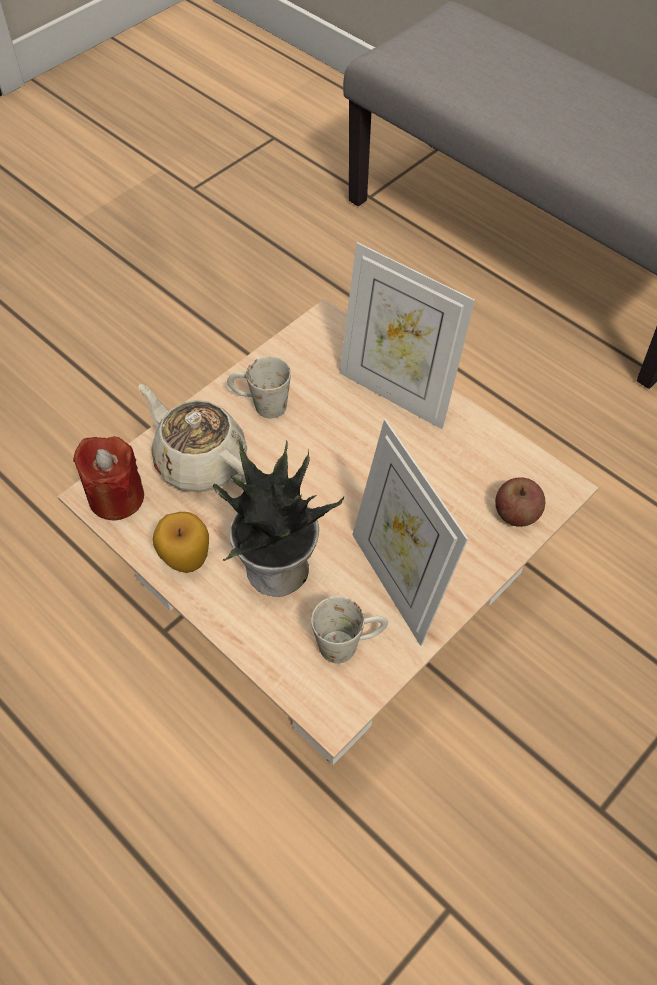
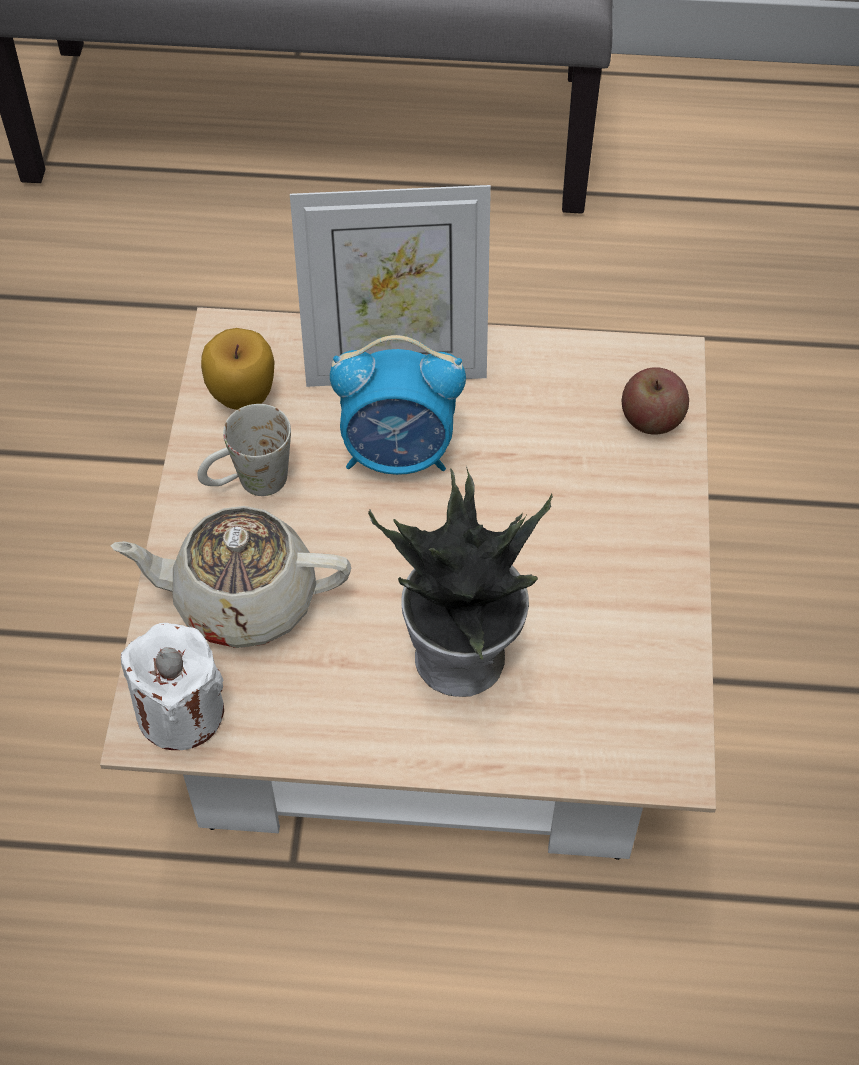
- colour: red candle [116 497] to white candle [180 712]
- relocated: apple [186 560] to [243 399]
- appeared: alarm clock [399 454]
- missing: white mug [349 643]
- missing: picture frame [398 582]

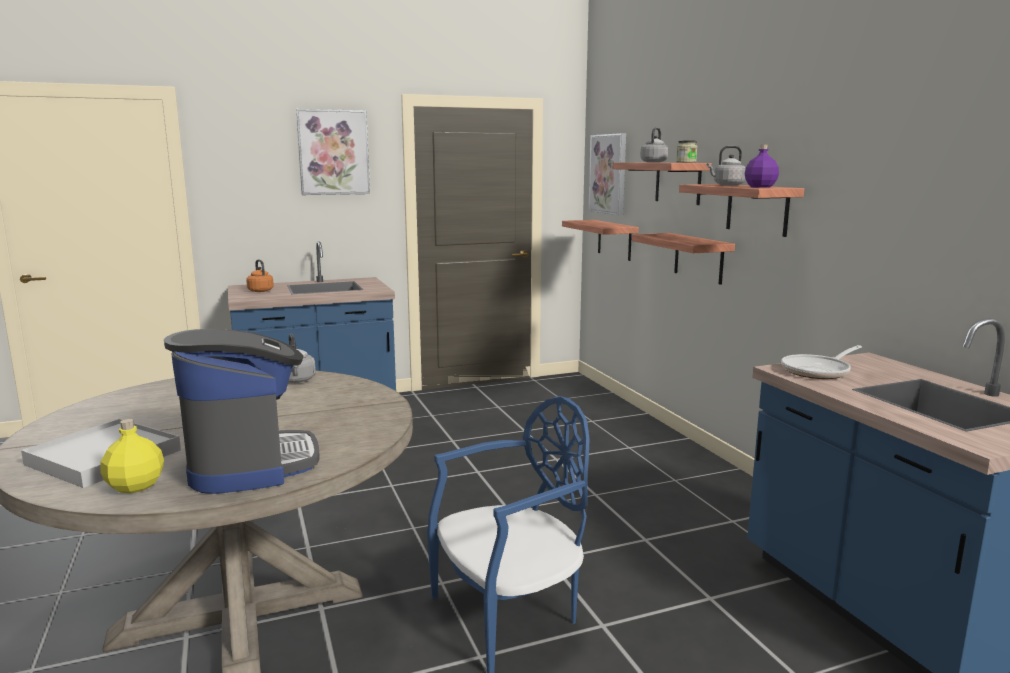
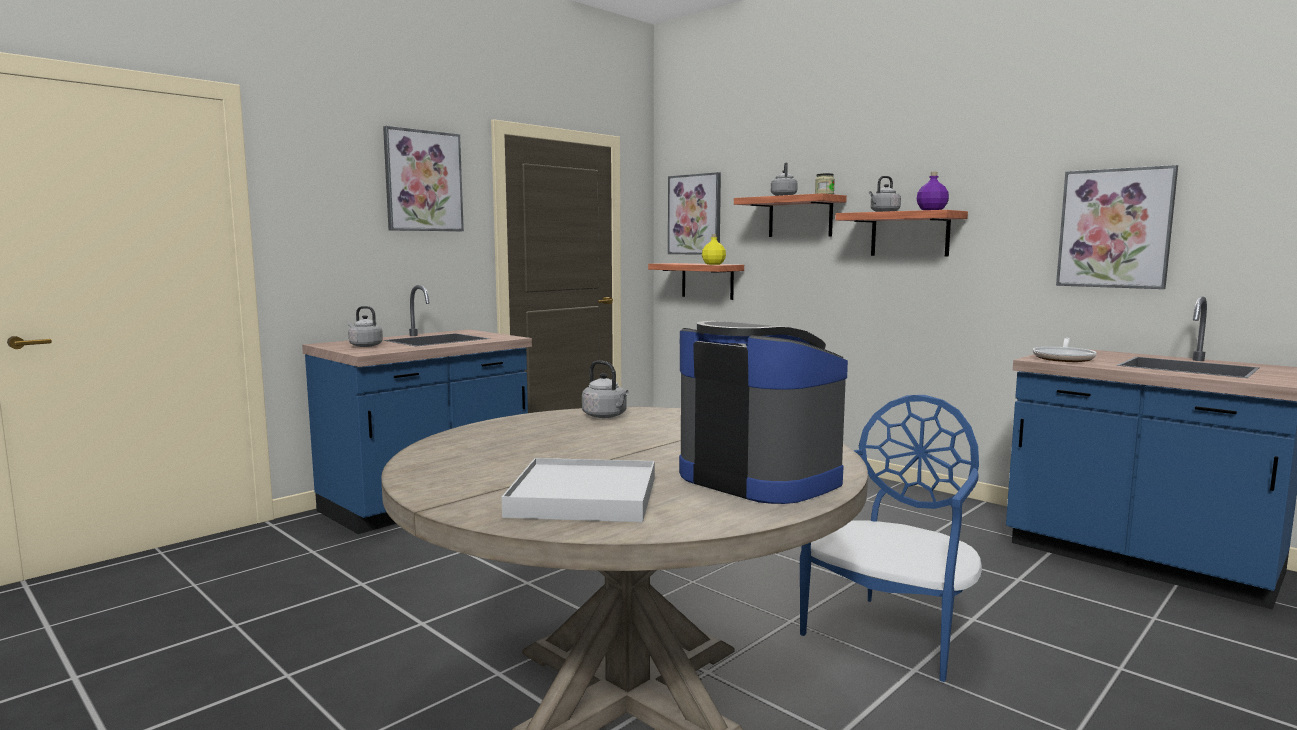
- colour: orange kettle [260 290] to grey kettle [364 345]
- relocated: yellow bottle [136 486] to [713 264]
- appeared: picture [1115 228]
- missing: shelf [698 258]

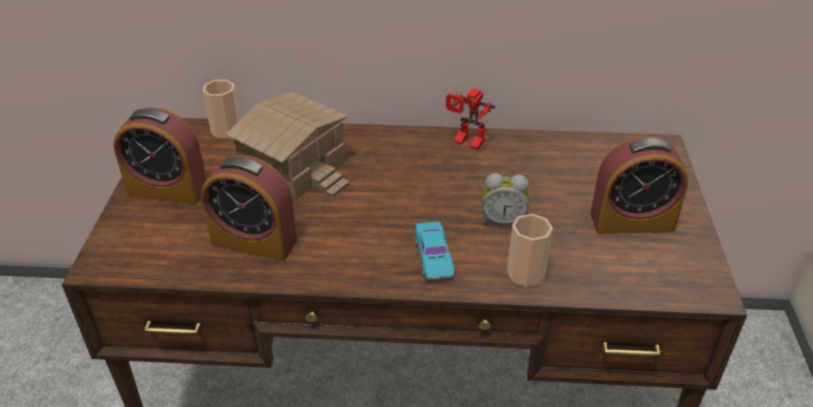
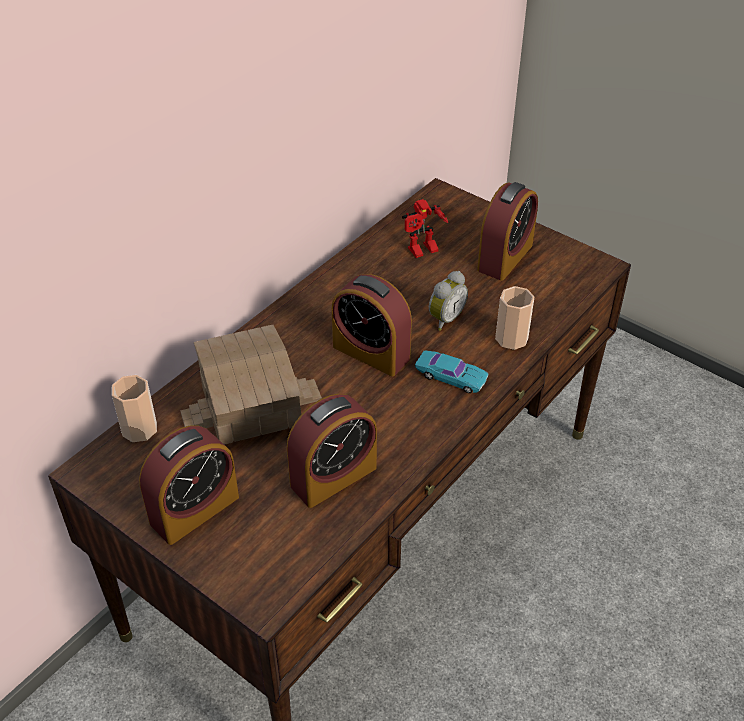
- appeared: alarm clock [371 352]
- relocated: toy robot [466 143] to [423 252]

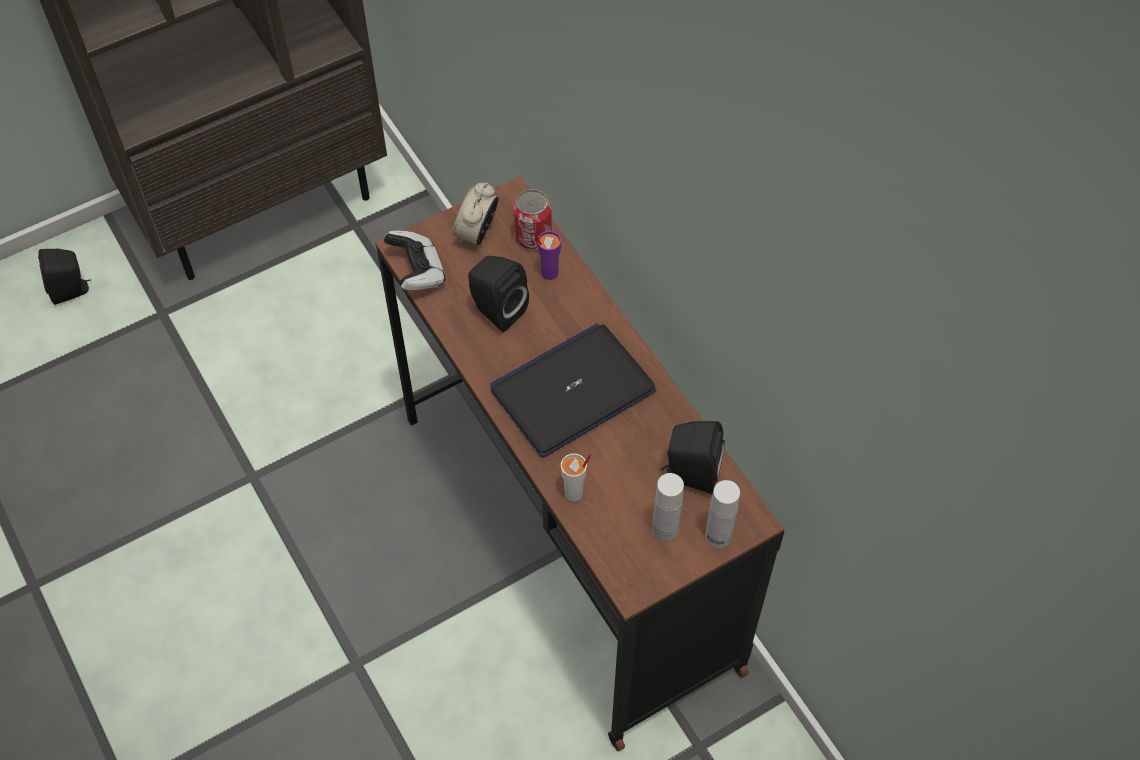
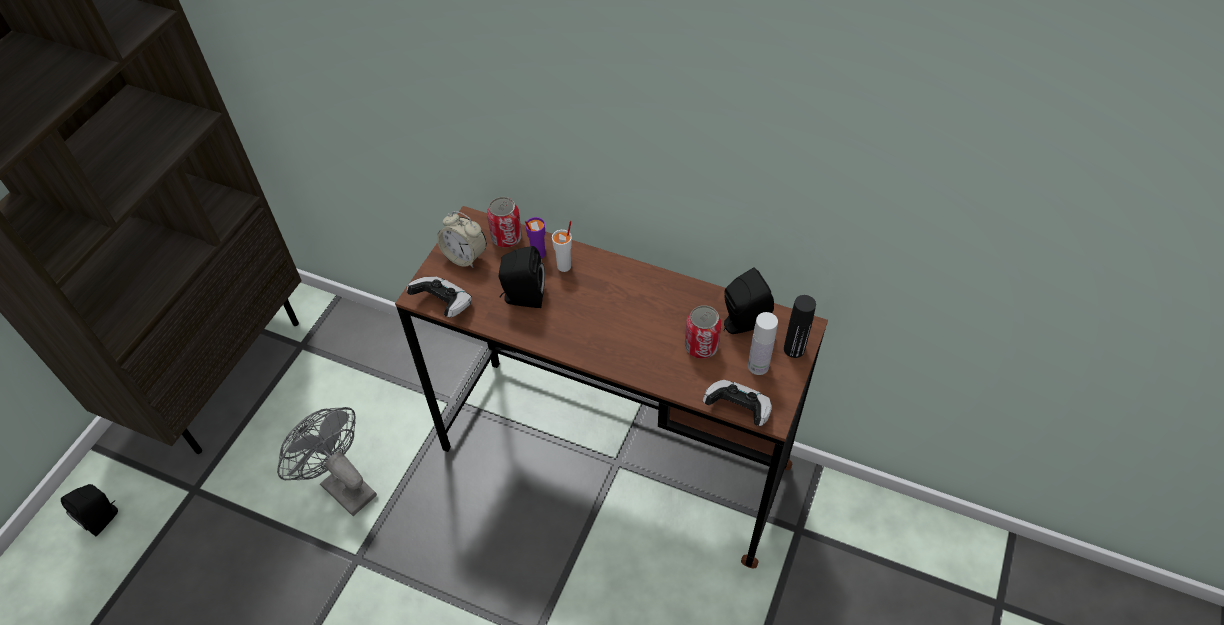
- appeared: grey fan [342 485]
- spun: alarm clock [477 233] = [465 256] 45 degrees counterclockwise
- relocated: white cup [574 493] to [564 266]
- appeared: can [701 346]
- appeared: game controller [737 410]
- colour: white bottle [718 536] to black bottle [794 349]
- missing: laptop [573 390]

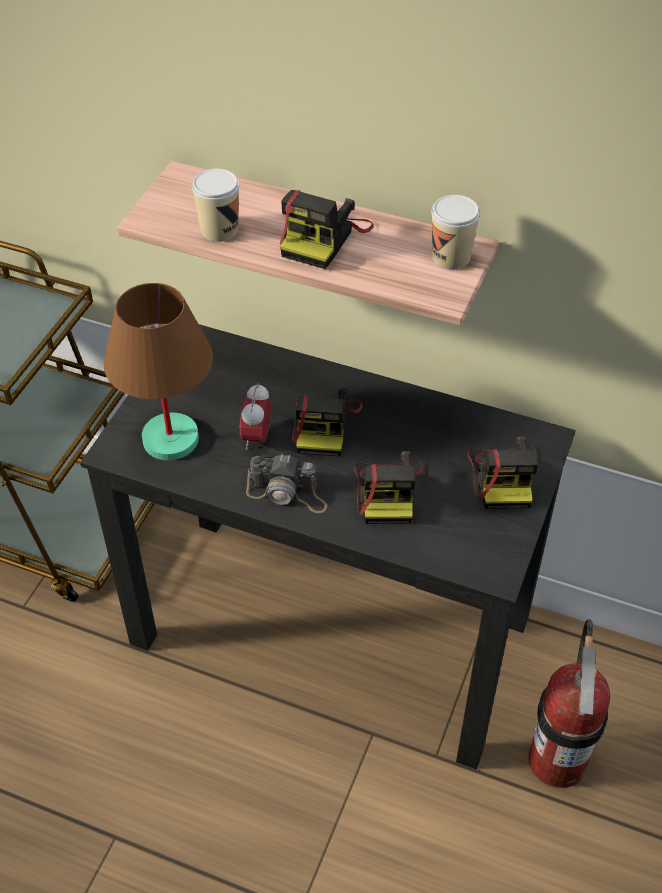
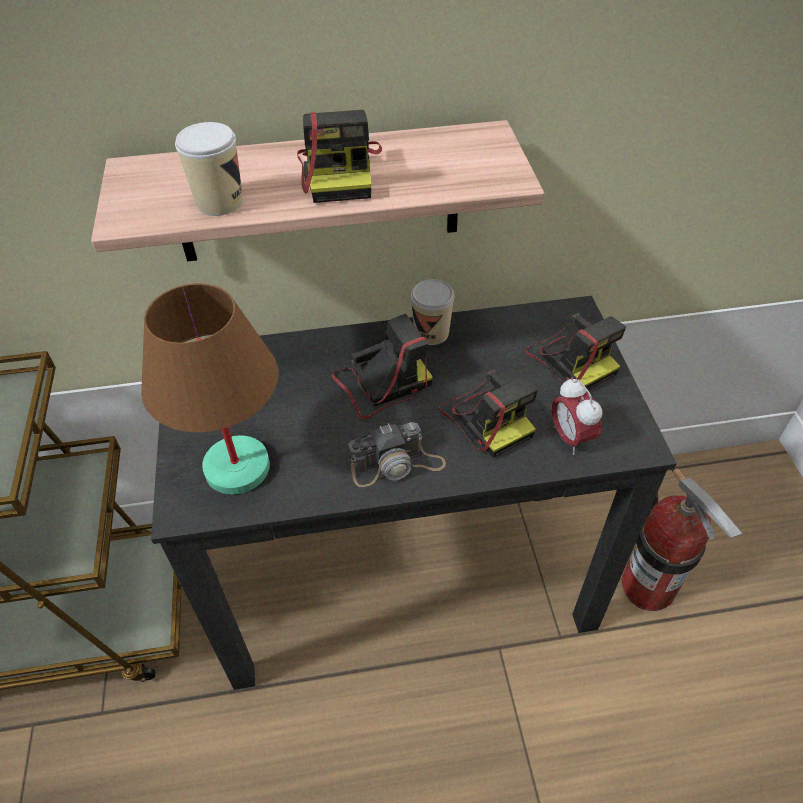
- spun: photo camera [324 425] = [381 385] 90 degrees counterclockwise
- relocated: cup [451 256] to [431 333]
- relocated: alarm clock [257 438] to [570 438]

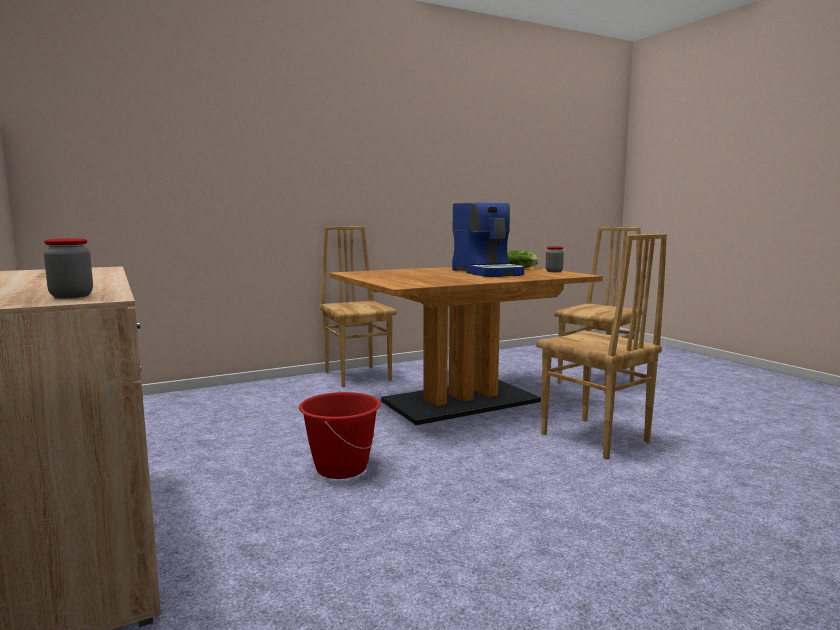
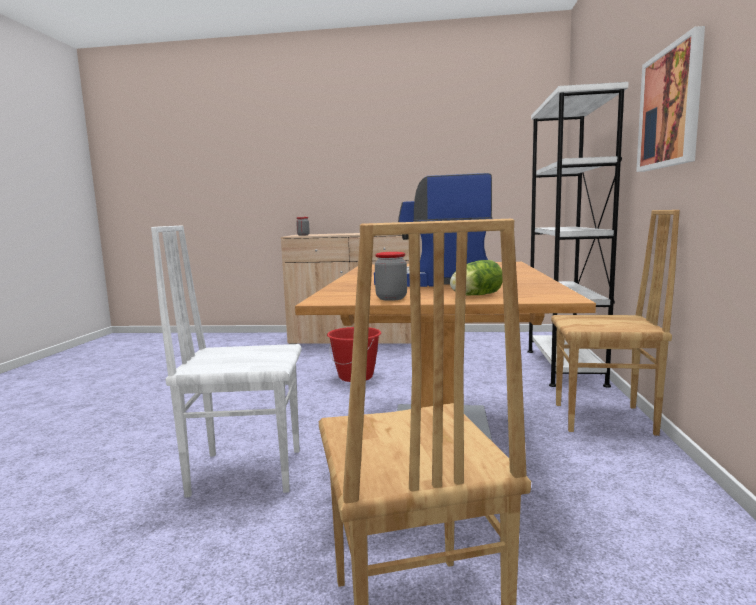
- colour: brown chair [594 438] to white chair [246 471]
- appeared: white bookcase [564 367]
- appeared: picture [670 108]

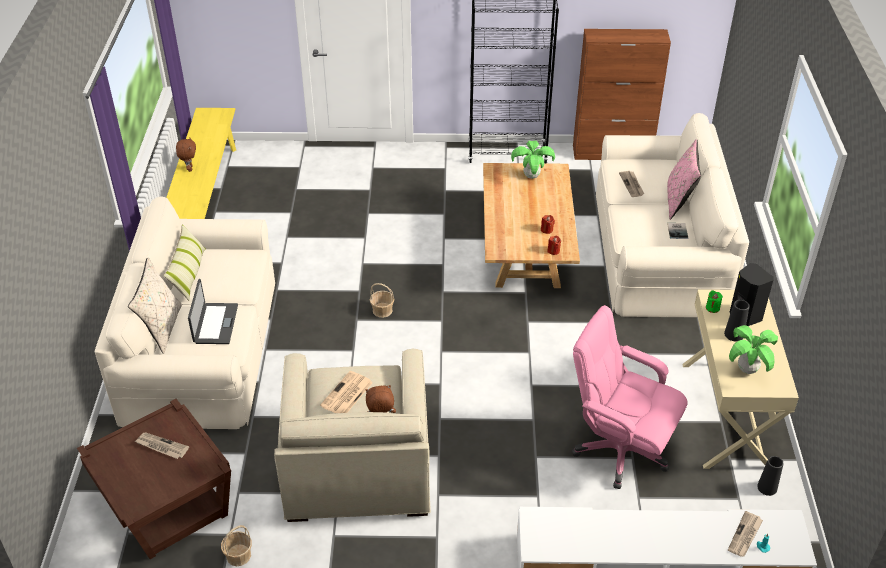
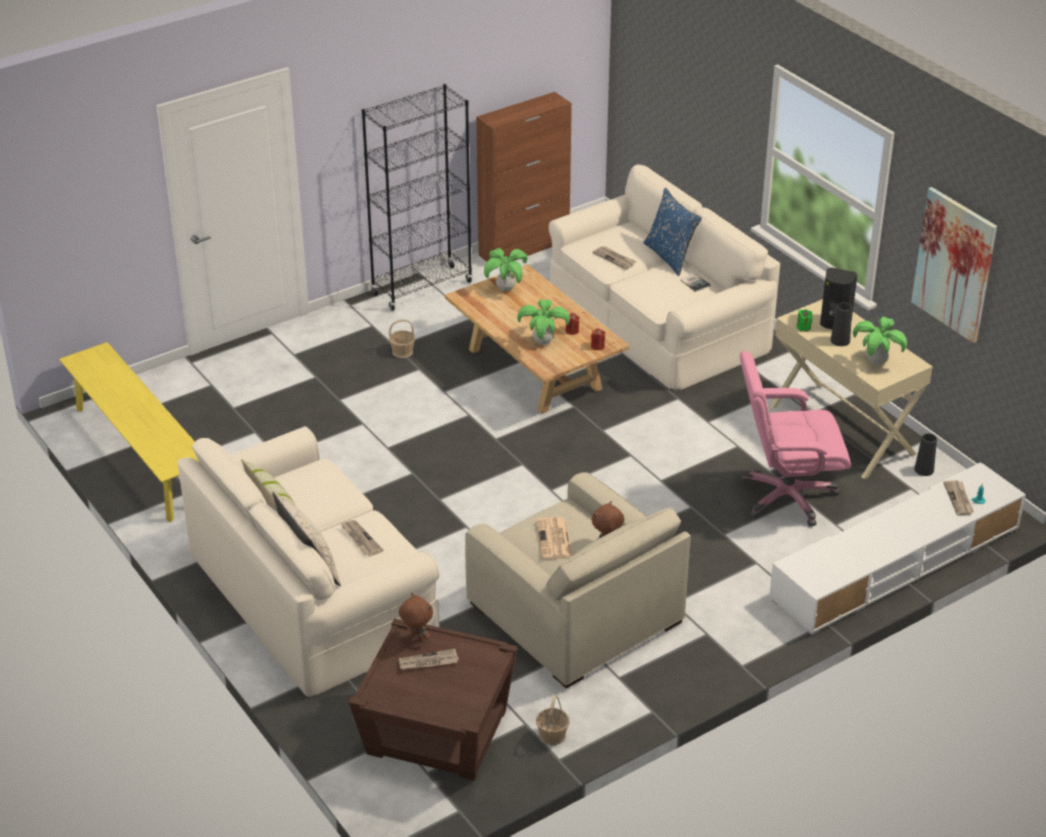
- exchanged: laptop [215 324] to newspaper [360 539]
- relocated: basket [382 310] to [403 351]
- relocated: brown plush toy [189 168] to [416 637]
- appeared: potted plant [543 342]
- colour: pink pillow [679 201] to blue pillow [670 257]
- appeared: picture [954 264]

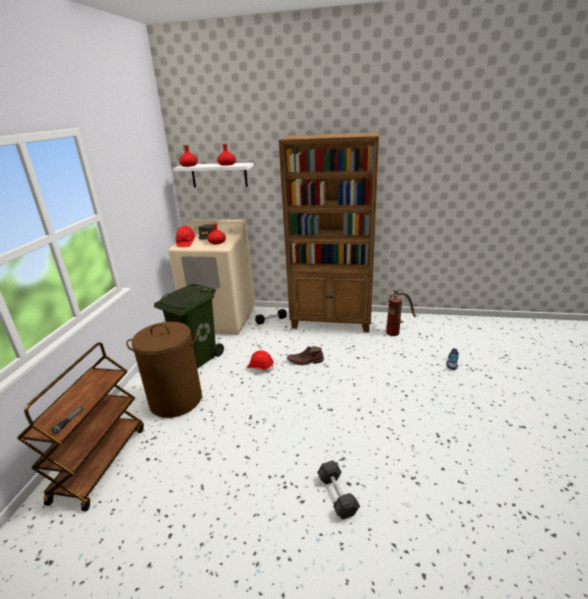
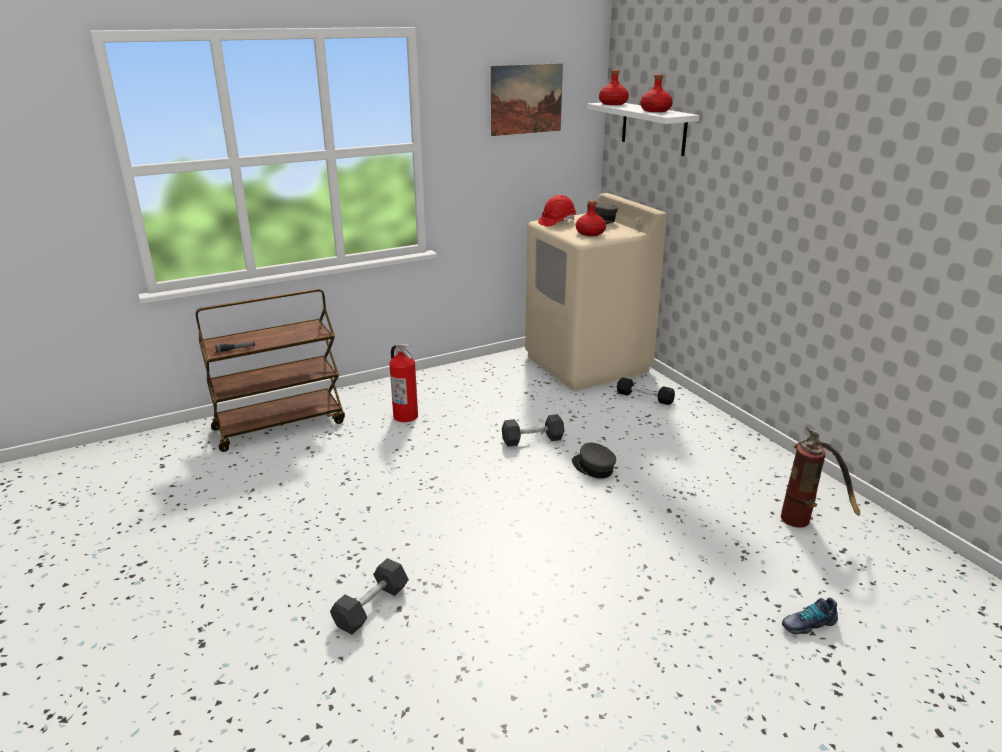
- exchanged: brown laundry basket [176 400] to fire extinguisher [405 416]
- appeared: picture [526 99]
- exchanged: red hard hat [260 367] to grey dumbbell [532 440]
- exchanged: brown boot [305 361] to grey cap [593 468]
- missing: green trash can [196 357]
- missing: brown bookcase [332 321]

